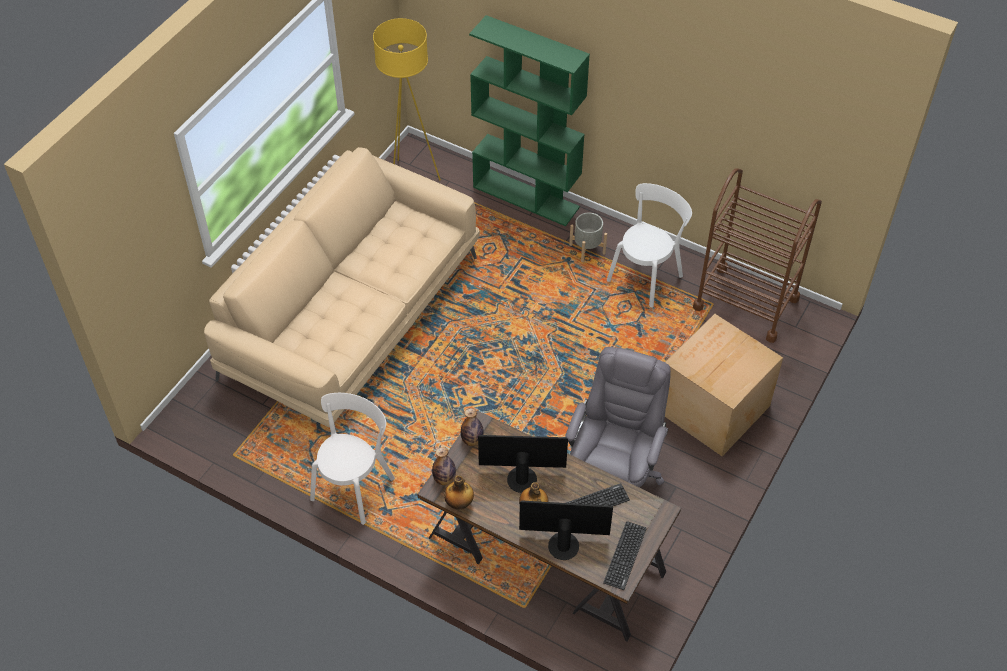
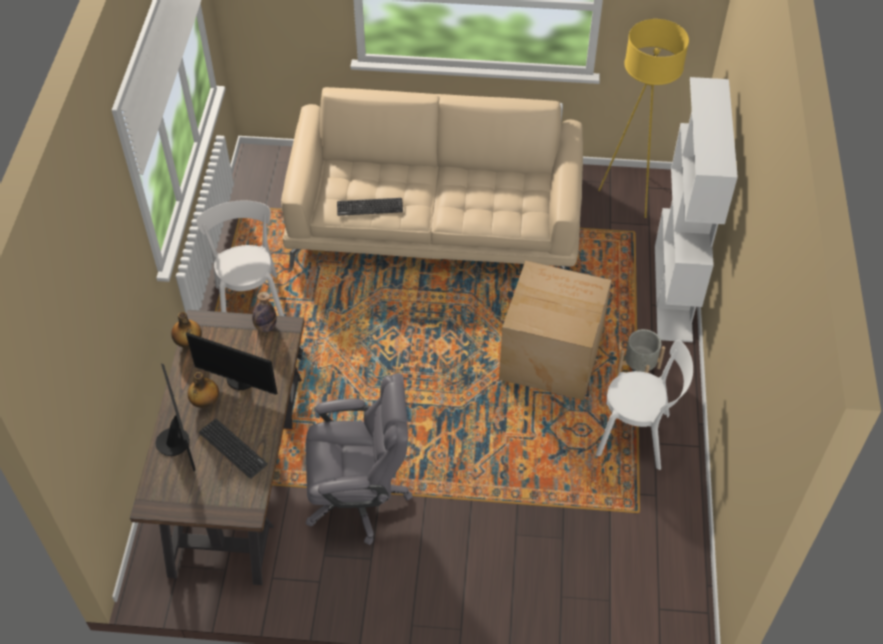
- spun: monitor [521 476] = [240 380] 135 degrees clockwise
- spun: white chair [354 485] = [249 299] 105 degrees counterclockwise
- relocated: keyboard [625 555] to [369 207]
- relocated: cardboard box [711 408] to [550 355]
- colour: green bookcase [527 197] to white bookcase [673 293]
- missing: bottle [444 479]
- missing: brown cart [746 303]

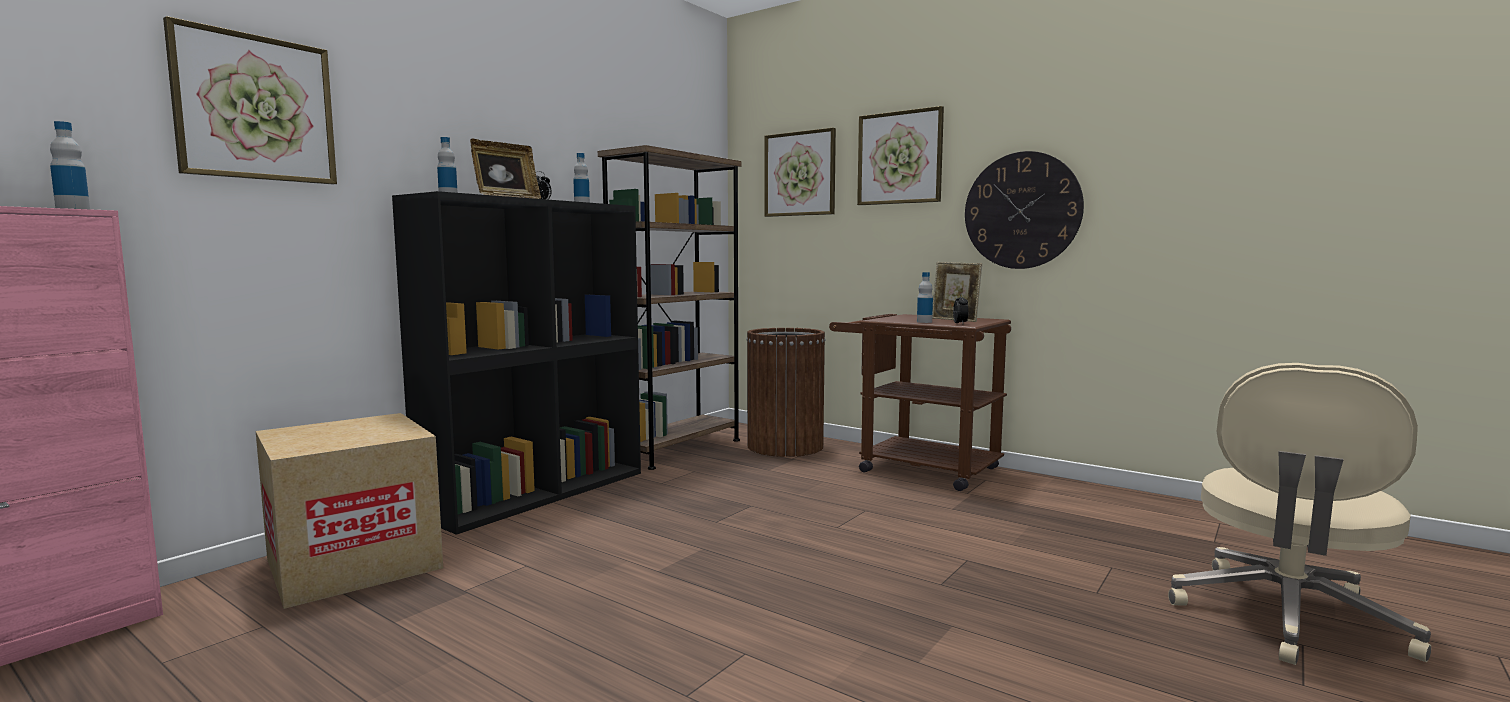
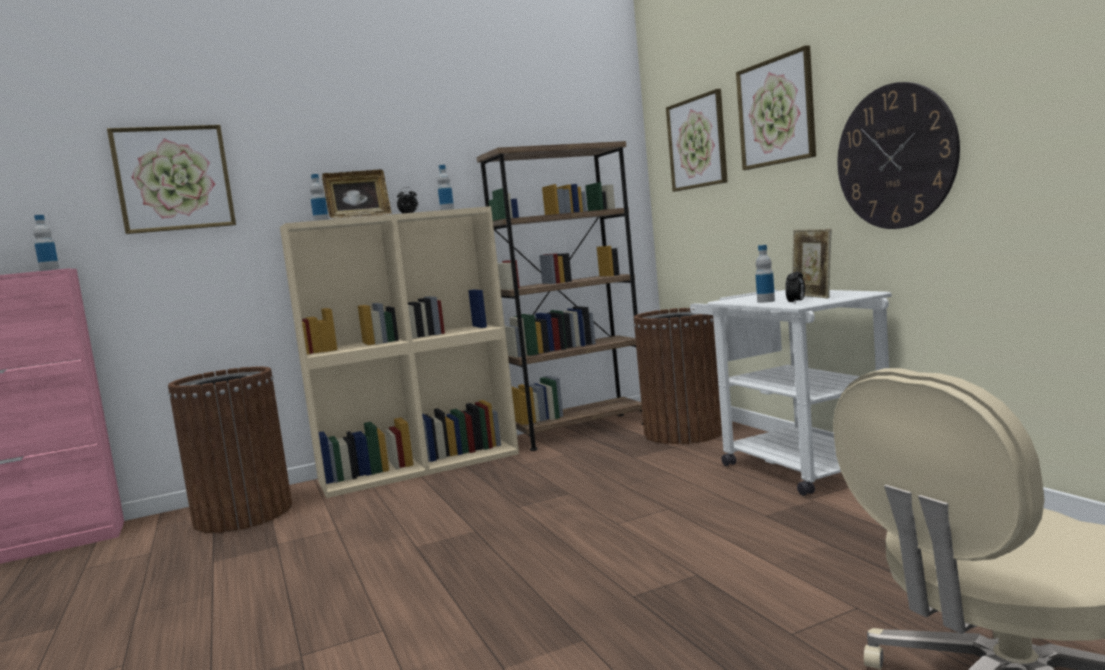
- exchanged: cardboard box [354 563] to brown trash can [244 514]
- colour: black bookcase [537 492] to beige bookcase [421 466]
- colour: brown cart [917 467] to white cart [792 464]

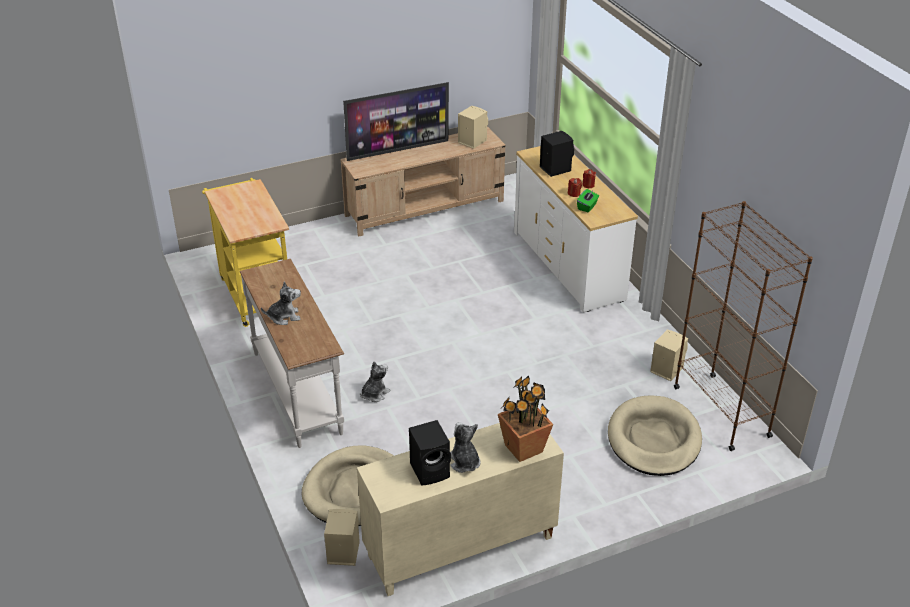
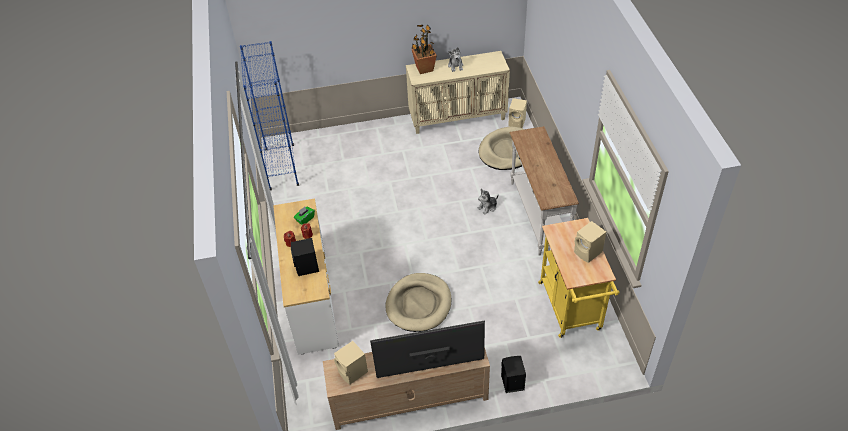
- colour: brown bookcase [721 411] to blue bookcase [281 167]
- relocated: beige dog bed [653 439] to [419 304]
- relocated: black speaker [431 470] to [511 382]
- relocated: beige speaker [666 369] to [588 253]
- missing: plush toy [284 317]

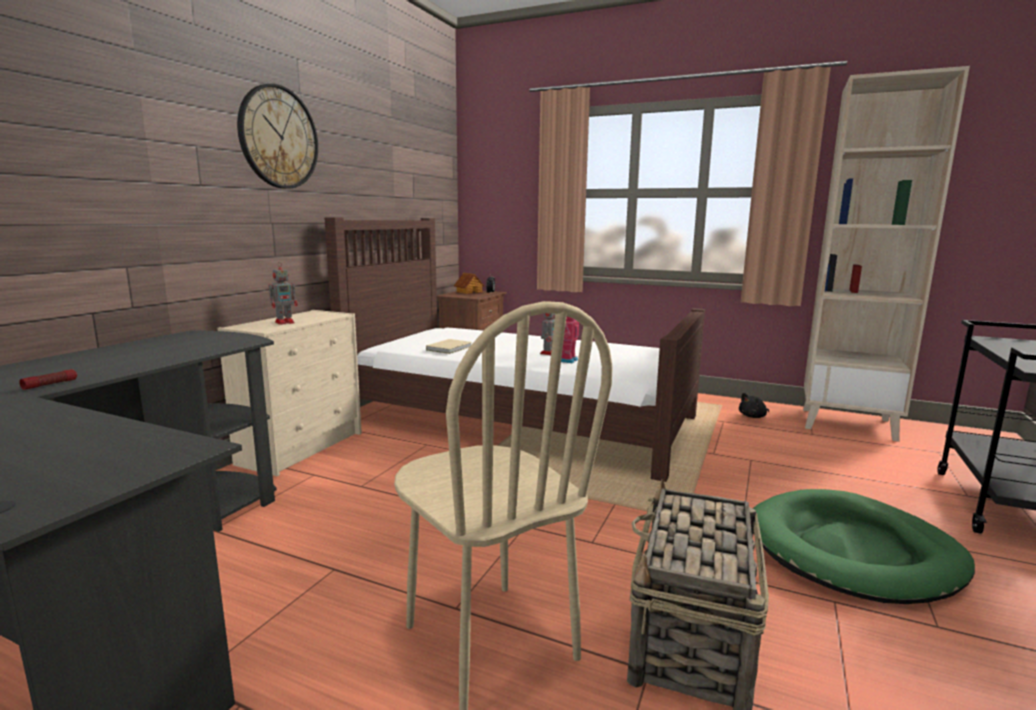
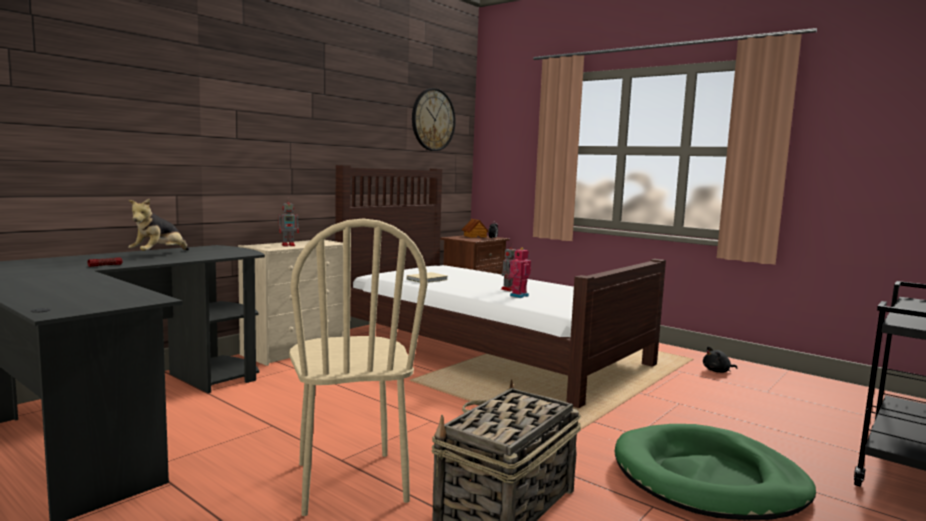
- appeared: plush toy [159 254]
- relocated: wall clock [278 137] to [433 120]
- missing: beige bookcase [848 424]

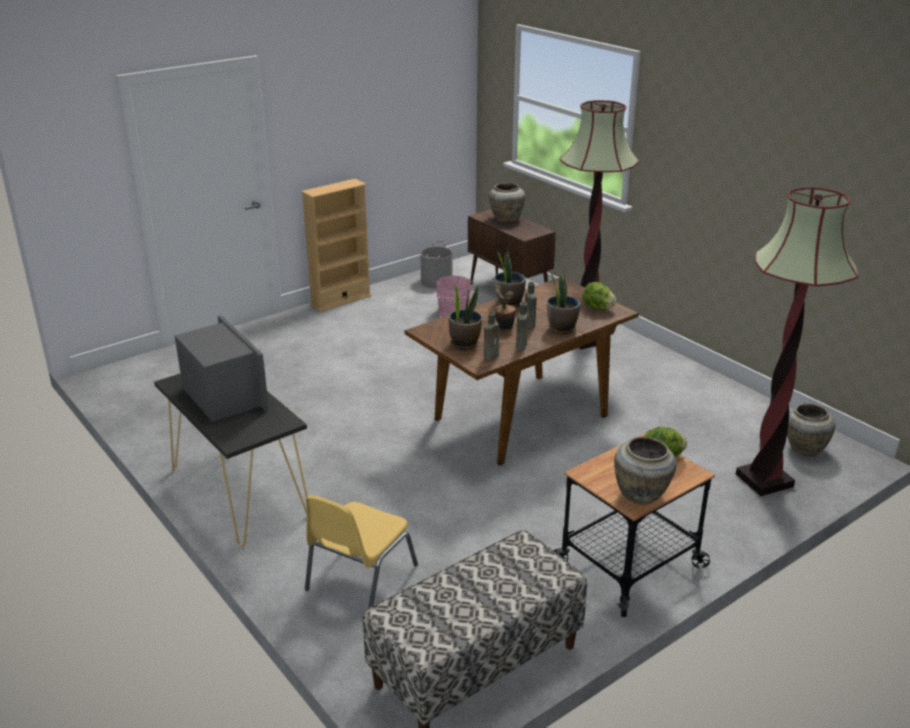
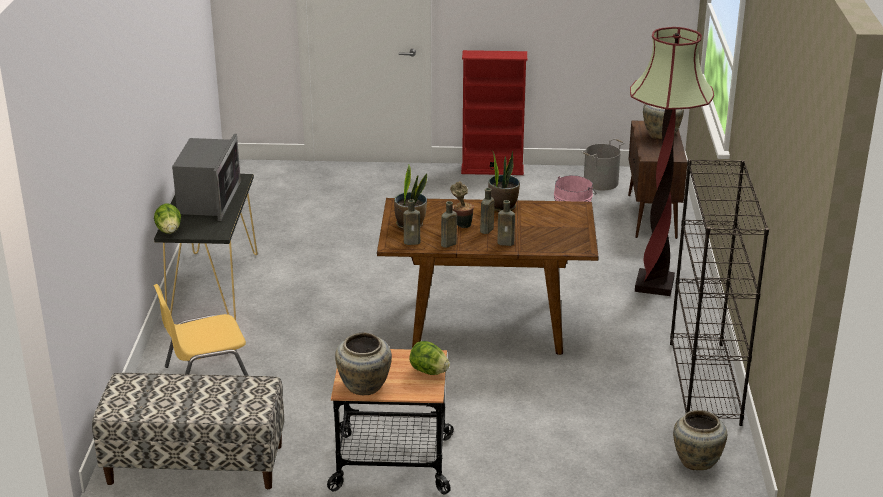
- relocated: lettuce [597 308] to [169 231]
- colour: beige bookcase [341 300] to red bookcase [492 170]
- exchanged: potted plant [561 328] to brown bottle [507 243]
- appeared: black bookcase [705 383]
- missing: floor lamp [764 480]

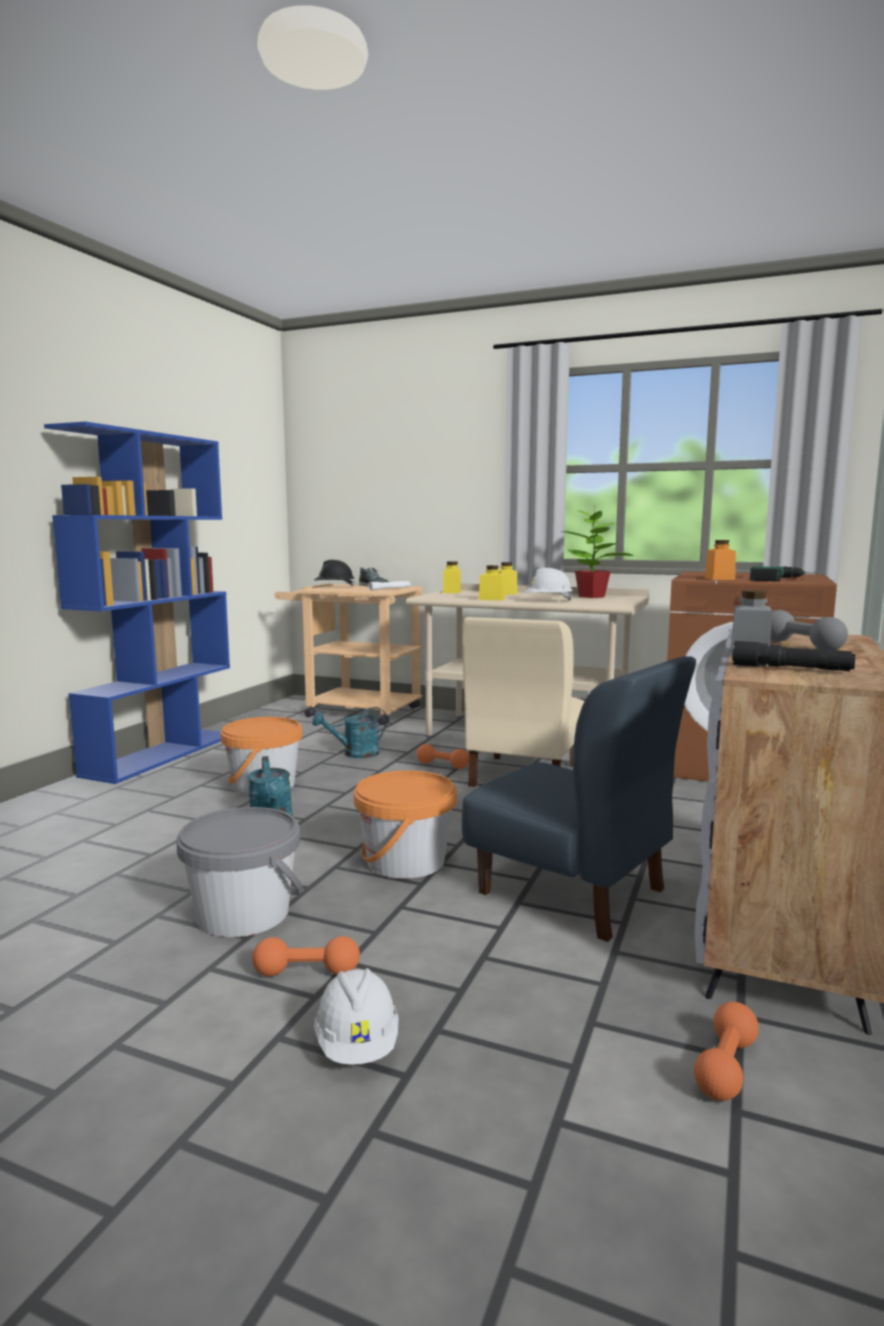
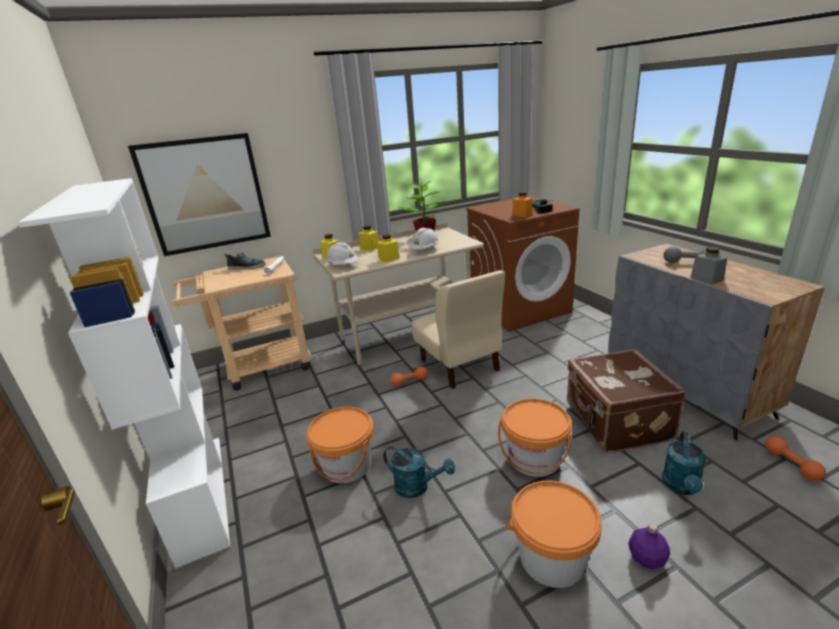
- colour: blue bookcase [161 754] to white bookcase [199 493]
- appeared: picture [205 194]
- relocated: white hard hat [357 1044] to [343 265]
- colour: grey bucket [243 914] to orange bucket [552 558]
- exchanged: blue chair [572 891] to brown suitcase [616 422]
- exchanged: orange dumbbell [306 972] to purple bottle [647 559]
- relocated: turquoise watering can [355 754] to [682 487]
- missing: black hard hat [334 587]
- missing: black flashlight [791 669]

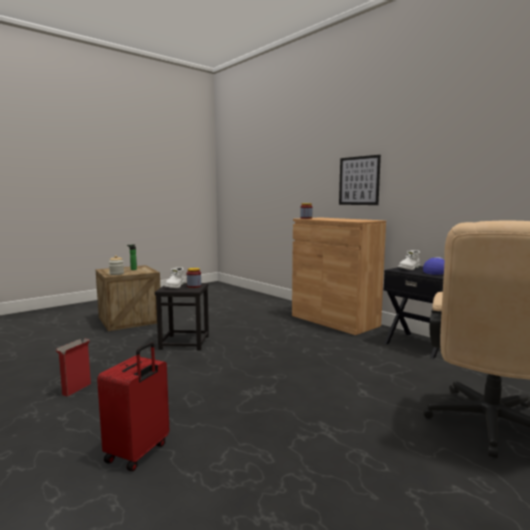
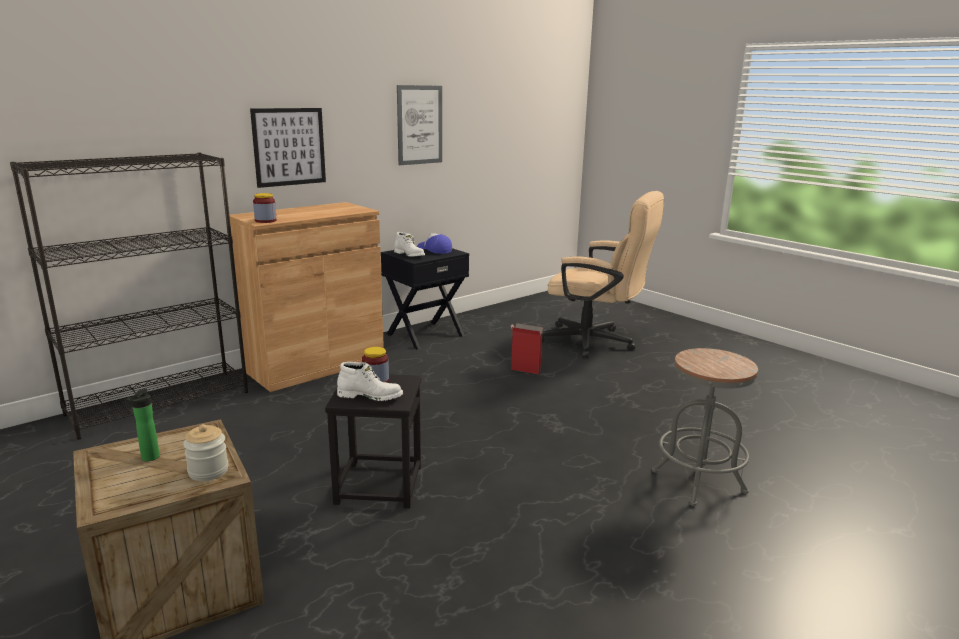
- appeared: black bookcase [160 402]
- appeared: picture [419 125]
- relocated: cardboard box [76 389] to [526 370]
- exchanged: red suitcase [138 452] to grey stool [698 481]

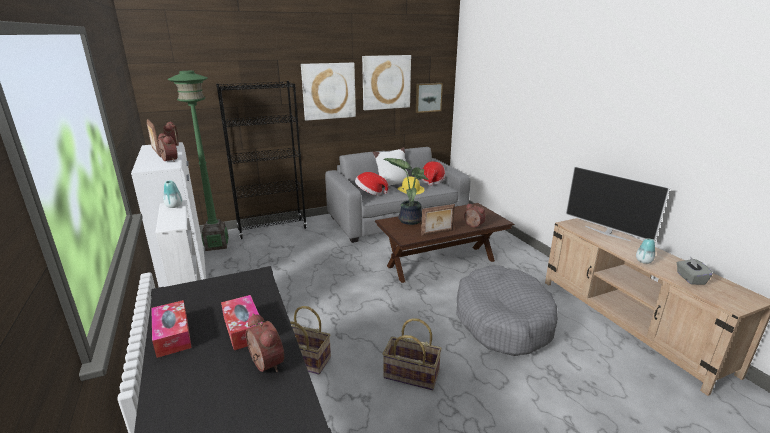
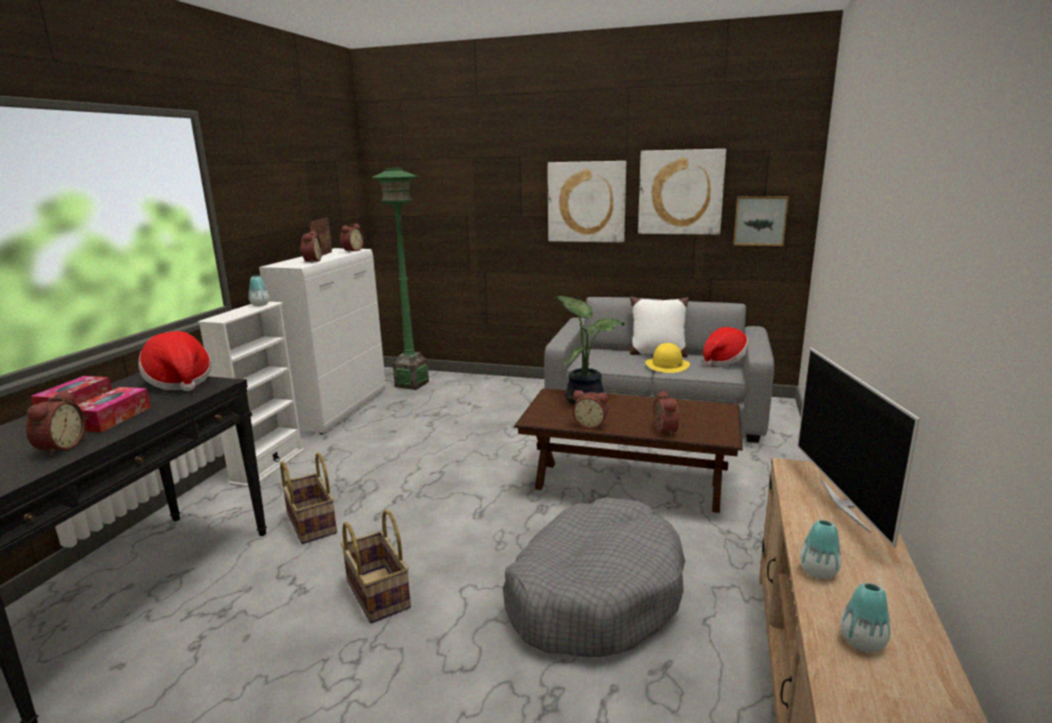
- relocated: hat [370 193] to [179 382]
- exchanged: picture frame [437 233] to alarm clock [590 425]
- exchanged: grey tissue box [690 279] to vase [862 642]
- missing: black bookcase [272 229]

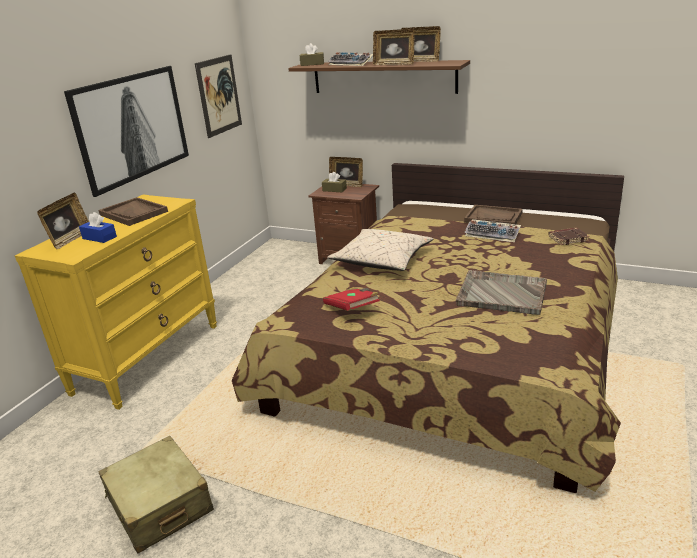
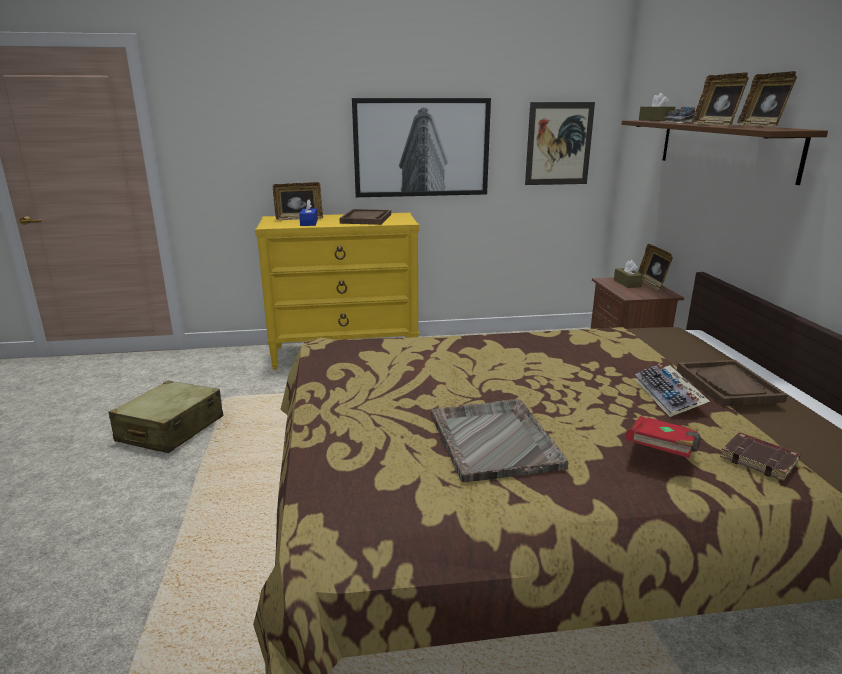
- relocated: red book [352 309] to [662 452]
- missing: beige pillow [382 260]

